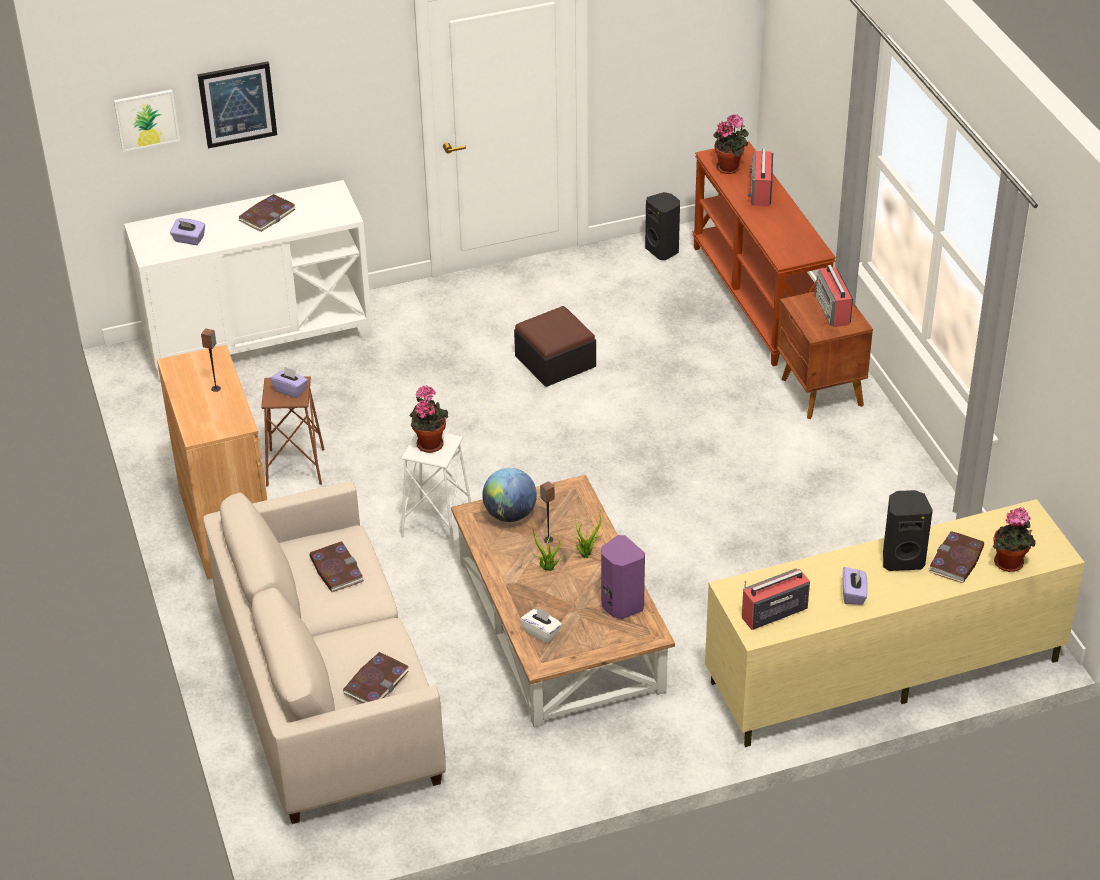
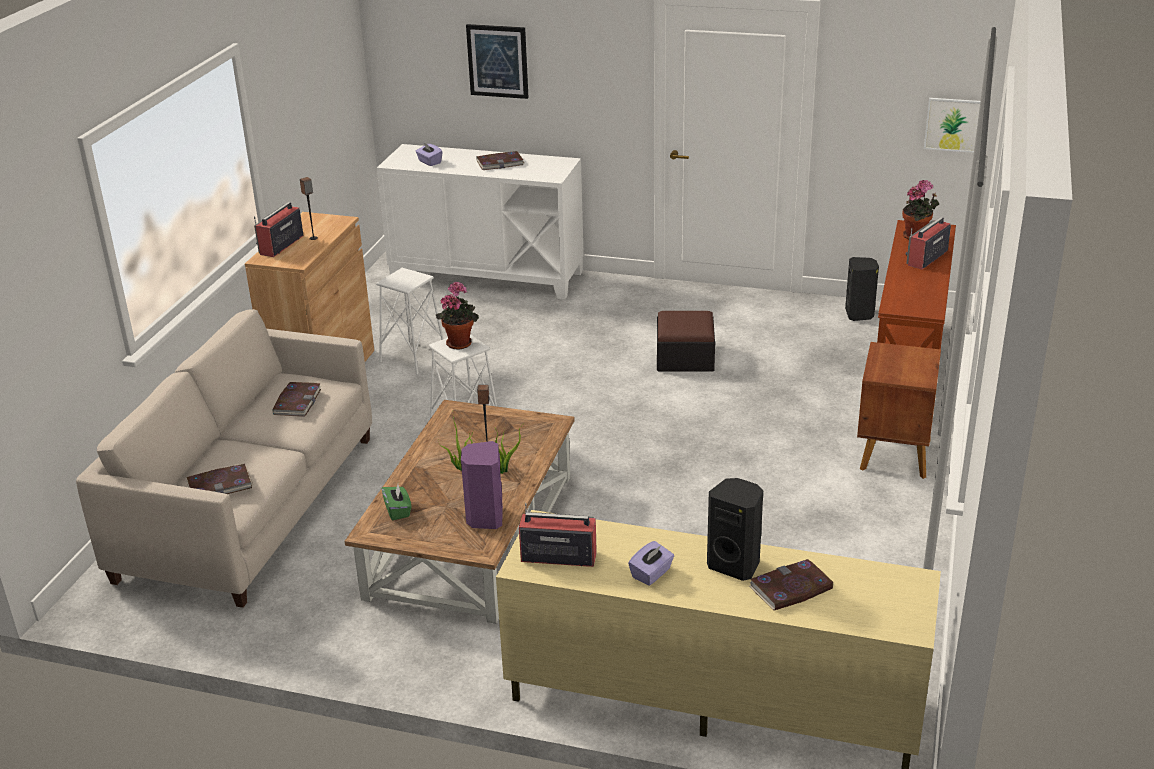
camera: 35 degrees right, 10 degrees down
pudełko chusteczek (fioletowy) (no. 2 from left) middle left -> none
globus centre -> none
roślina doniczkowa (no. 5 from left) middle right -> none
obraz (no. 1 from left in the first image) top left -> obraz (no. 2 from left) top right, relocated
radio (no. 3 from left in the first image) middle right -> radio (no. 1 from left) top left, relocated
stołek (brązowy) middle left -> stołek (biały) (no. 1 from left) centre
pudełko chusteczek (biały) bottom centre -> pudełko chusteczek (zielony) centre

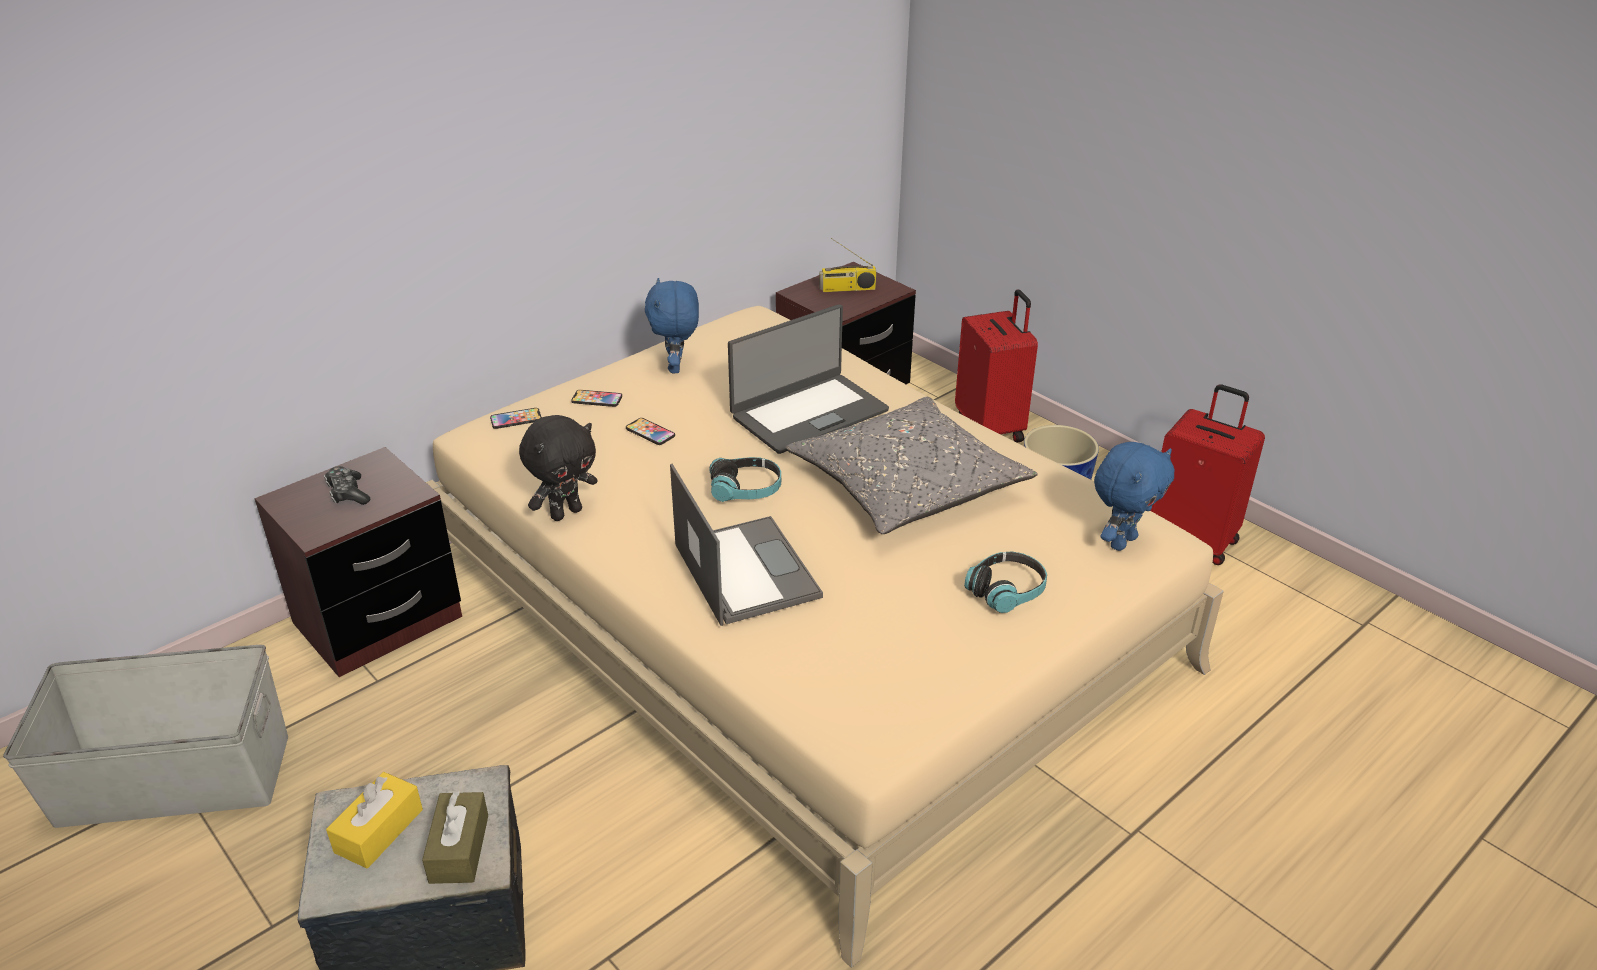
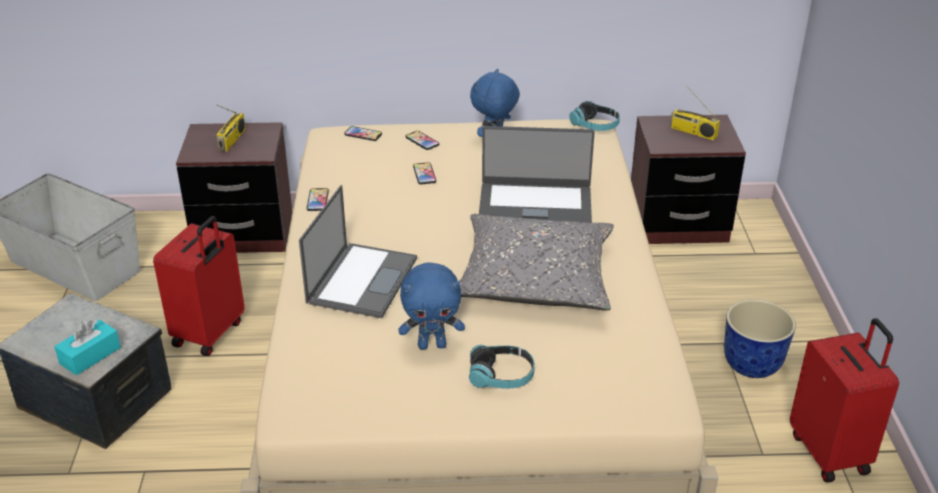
camera: 40 degrees right, 0 degrees up
pudełko chusteczek (żółty) bottom left -> none
słuchawki (no. 1 from left in the first image) centre -> słuchawki (no. 2 from left) top centre, relocated
walizka (czerwony) (no. 1 from left) centre -> walizka (czerwony) (no. 1 from left) middle left, relocated
pluszak (niebieski) (no. 2 from left in the first image) middle right -> pluszak (niebieski) (no. 1 from left) centre, relocated
pad do gier middle left -> radio (no. 1 from left) top left
pluszak (czarny) centre -> telefon (no. 1 from left) centre
pudełko chusteczek (brązowy) bottom left -> pudełko chusteczek (turkusowy) bottom left

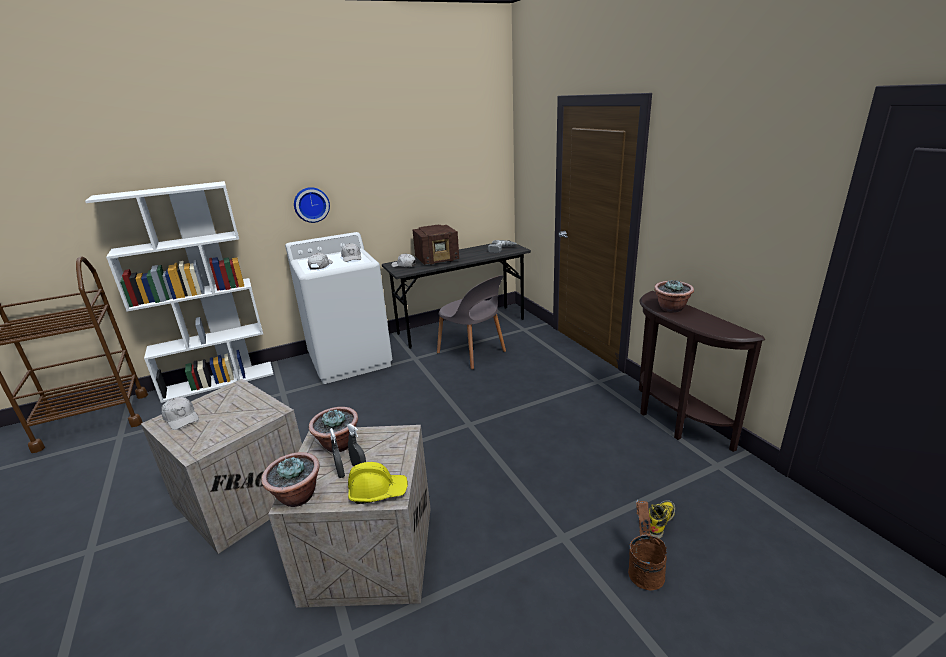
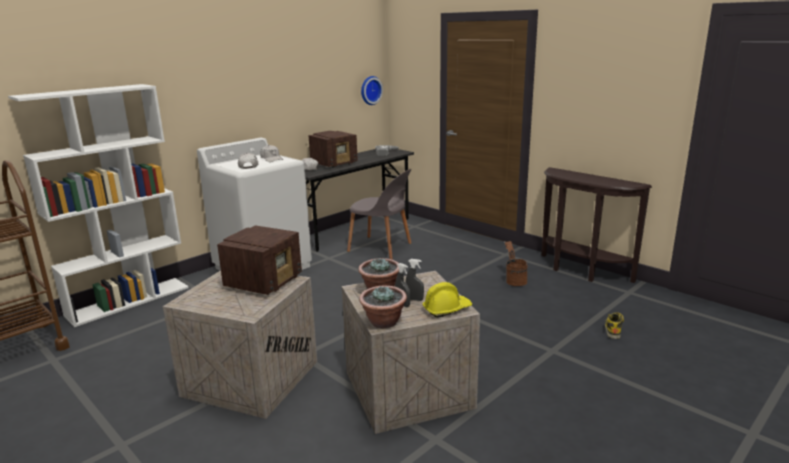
camera: 20 degrees left, 5 degrees down
czapka z daszkiem (biały) (no. 1 from left) middle left -> none
roślina doniczkowa (no. 3 from left) middle right -> none
none -> radio (no. 1 from left) middle left
zegar ścienny top left -> zegar ścienny top centre, relocated
wiadro (brązowy) bottom right -> wiadro (brązowy) centre, relocated

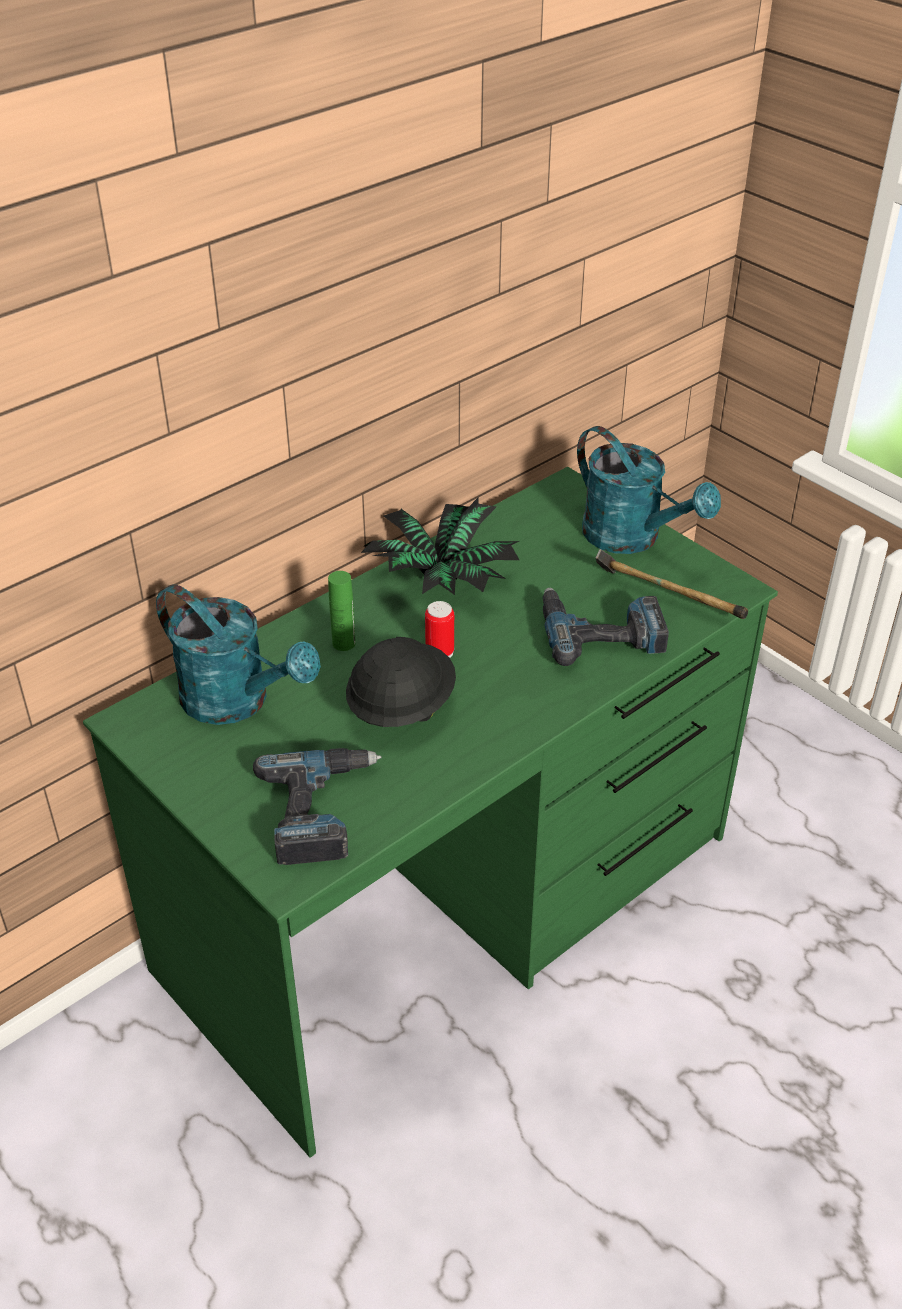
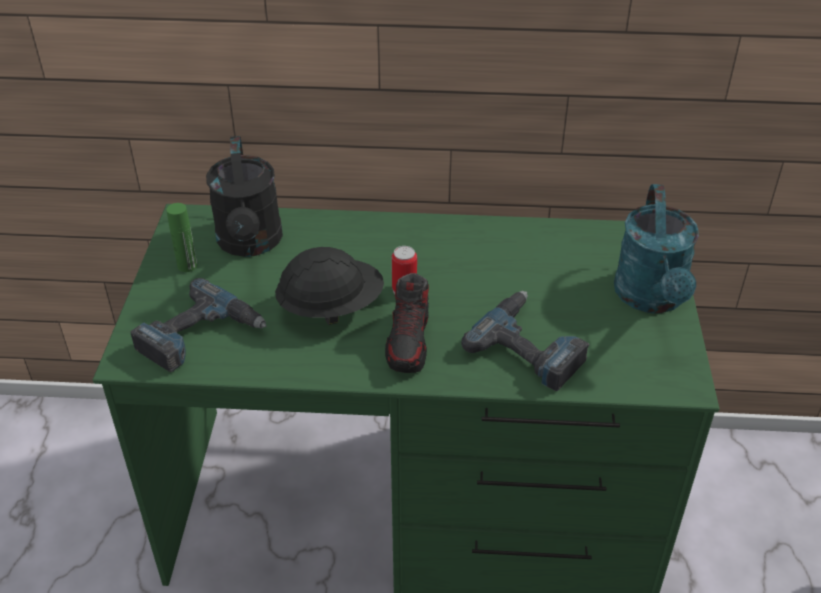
camera: 45 degrees right, 0 degrees up
roślina doniczkowa centre -> none
młotek middle right -> none
none -> but centre
butelka (zielony) centre -> butelka (zielony) middle left, relocated
konewka (turkusowy) (no. 1 from left) middle left -> konewka (czarny) top left

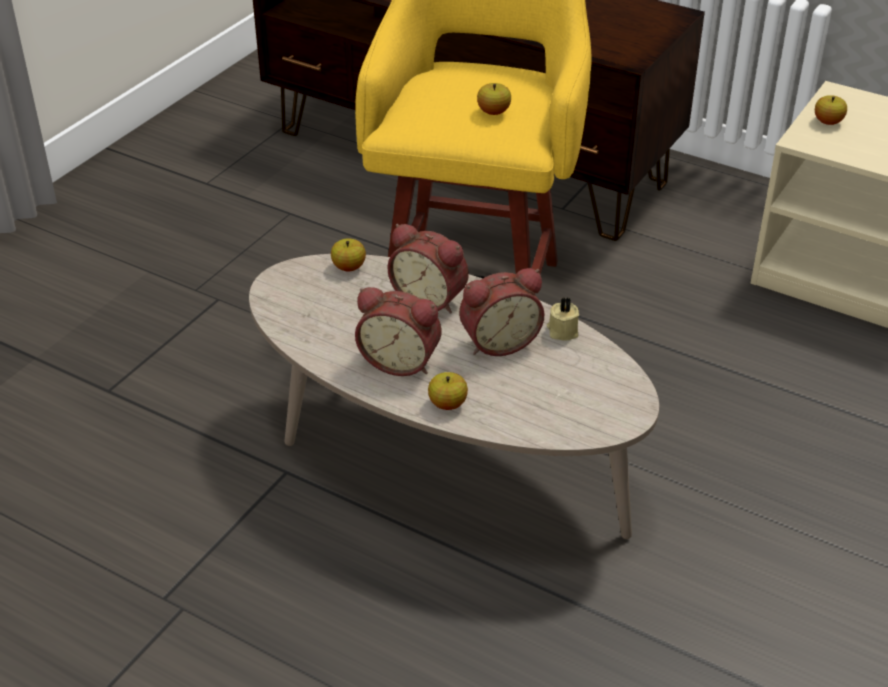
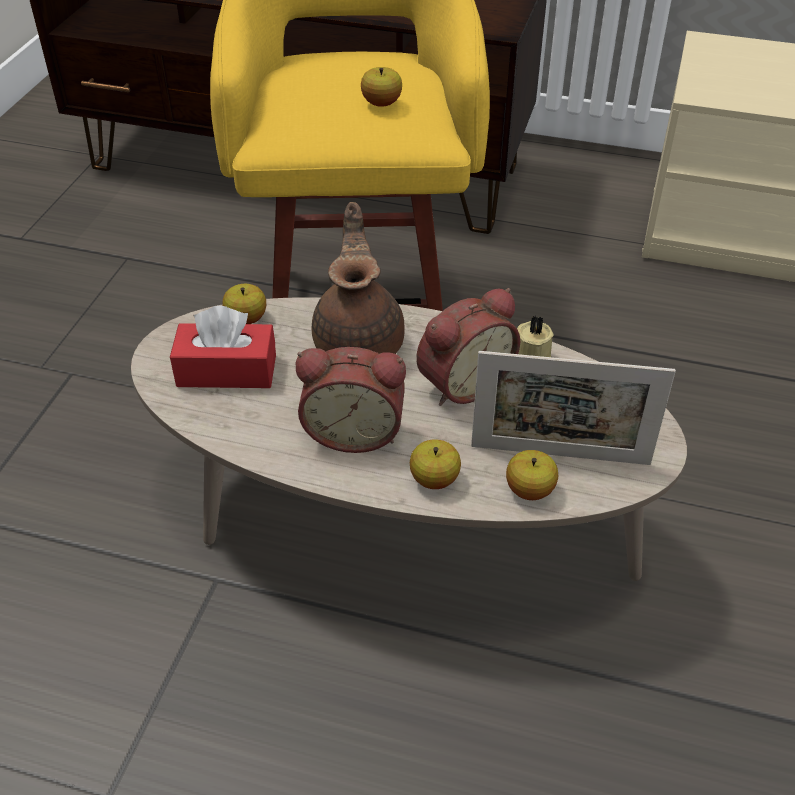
camera: 15 degrees left, 5 degrees up
none -> pudełko chusteczek (czerwony) middle left
none -> ramka na zdjęcie middle right
jabłko (no. 4 from left) top right -> jabłko (no. 4 from left) middle right, relocated
budzik (no. 2 from left) centre -> imbryk (brązowy) centre

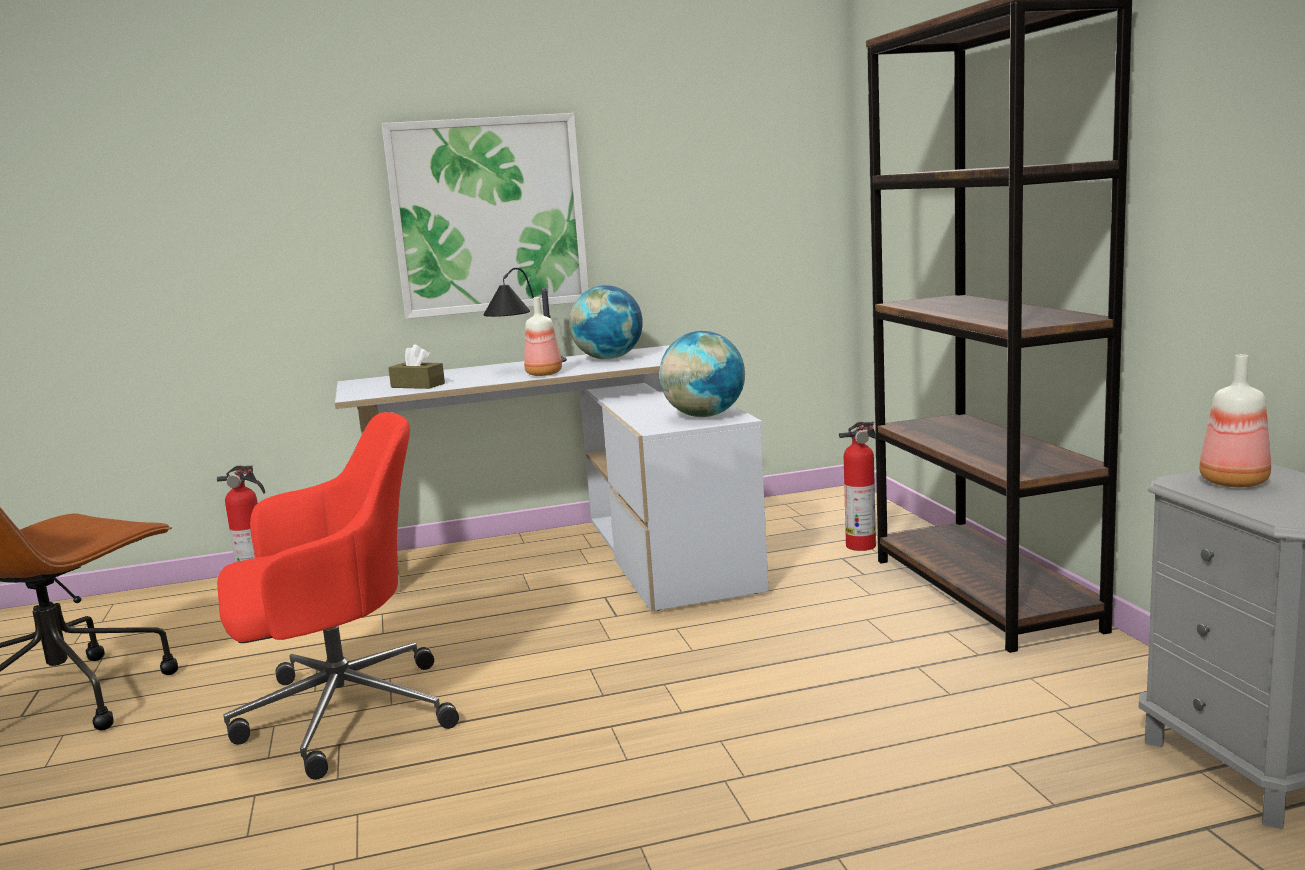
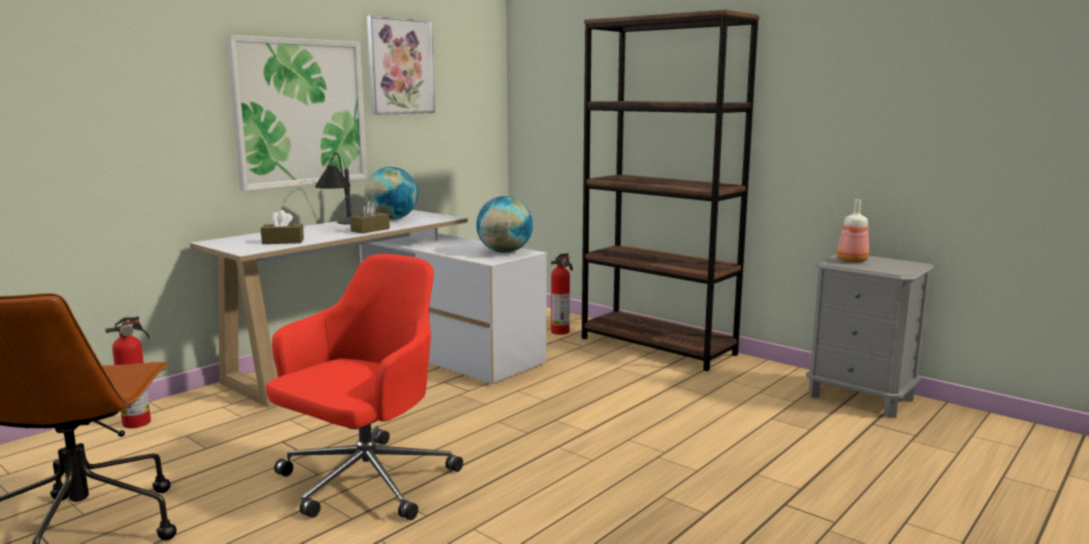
camera: 35 degrees left, 0 degrees up
none -> obraz (no. 2 from left) top centre
butelka (no. 1 from left) centre -> pudełko chusteczek (brązowy) (no. 2 from left) centre

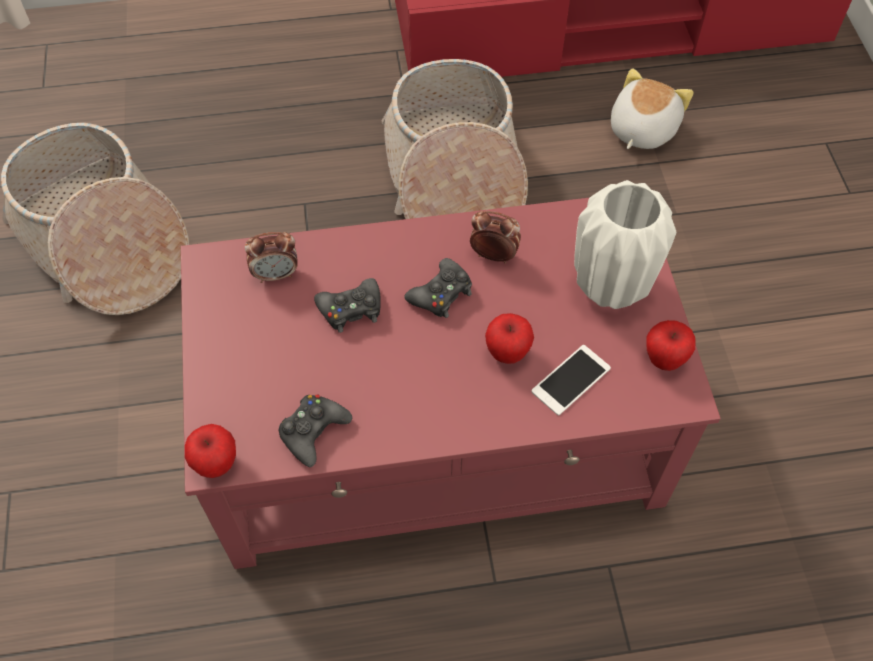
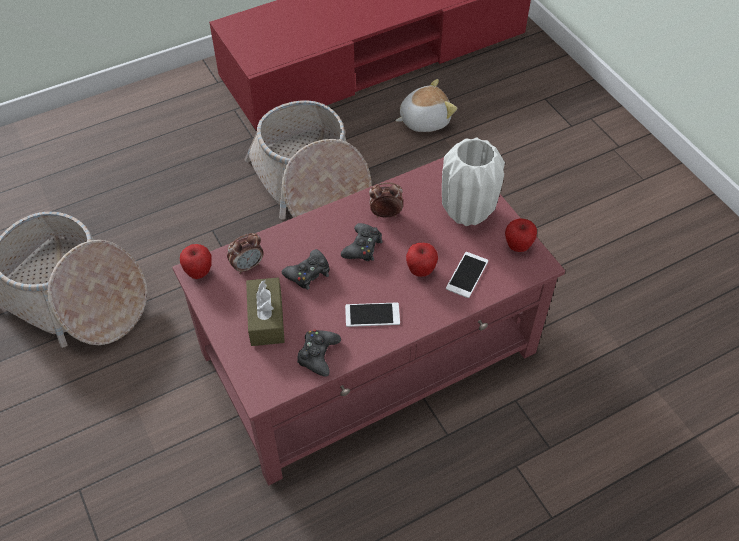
camera: 20 degrees left, 5 degrees down
none -> pudełko chusteczek (brązowy) centre
none -> telefon (no. 1 from left) centre
jabłko (no. 1 from left) bottom left -> jabłko (no. 1 from left) middle left, relocated
pluszak top right -> pluszak top centre, 60 degrees clockwise

